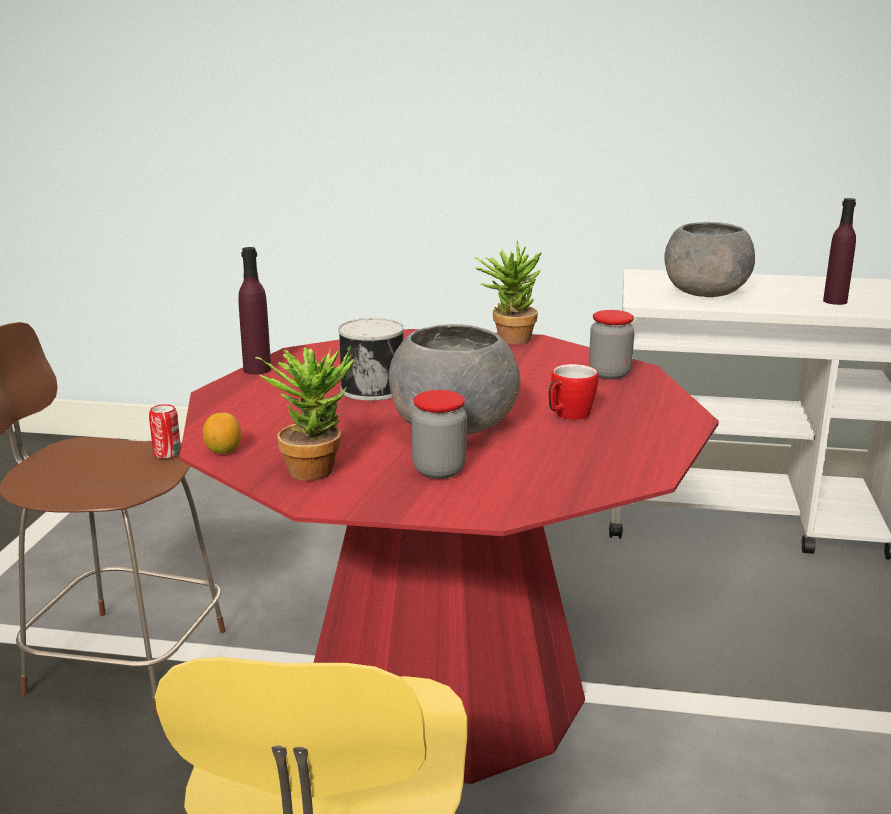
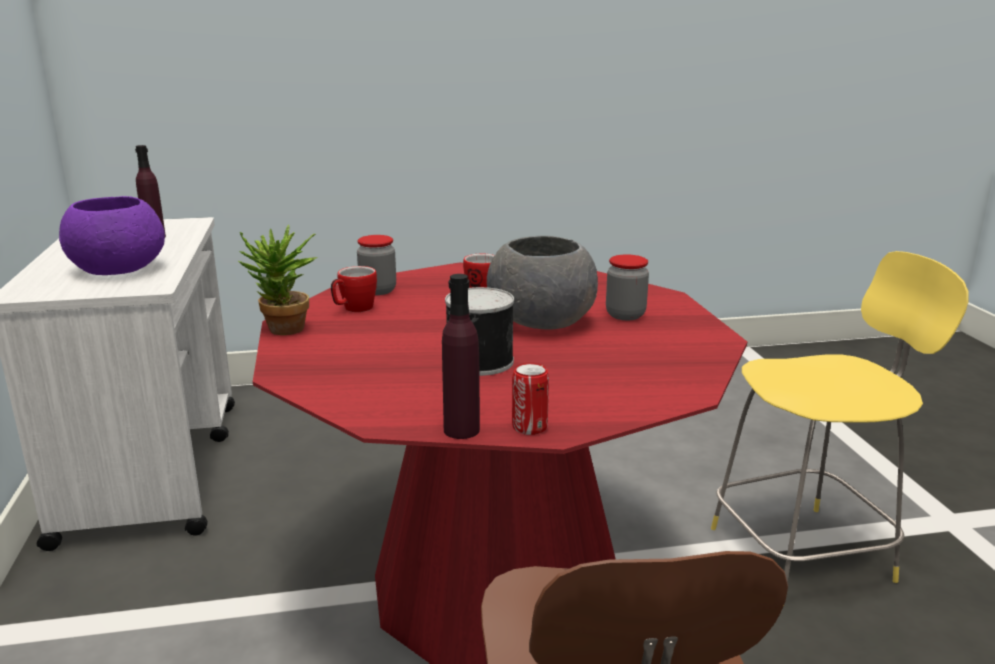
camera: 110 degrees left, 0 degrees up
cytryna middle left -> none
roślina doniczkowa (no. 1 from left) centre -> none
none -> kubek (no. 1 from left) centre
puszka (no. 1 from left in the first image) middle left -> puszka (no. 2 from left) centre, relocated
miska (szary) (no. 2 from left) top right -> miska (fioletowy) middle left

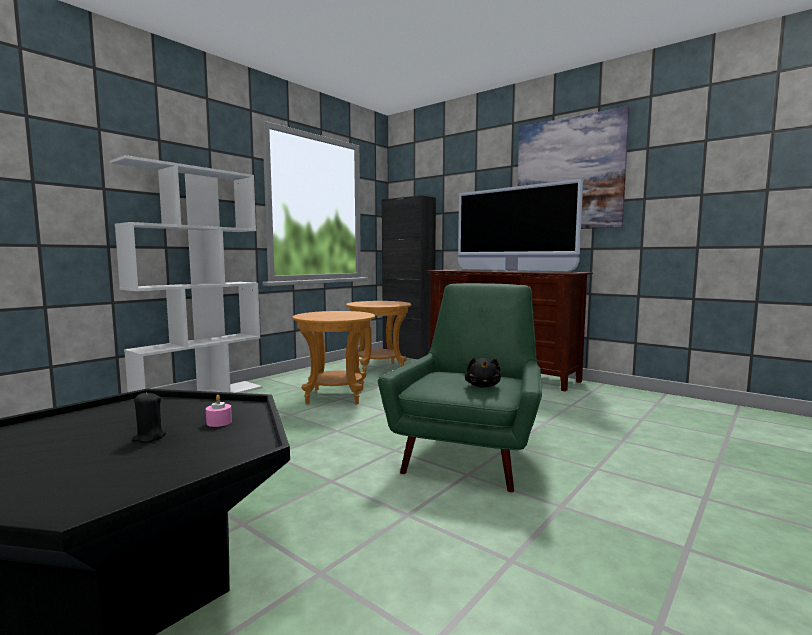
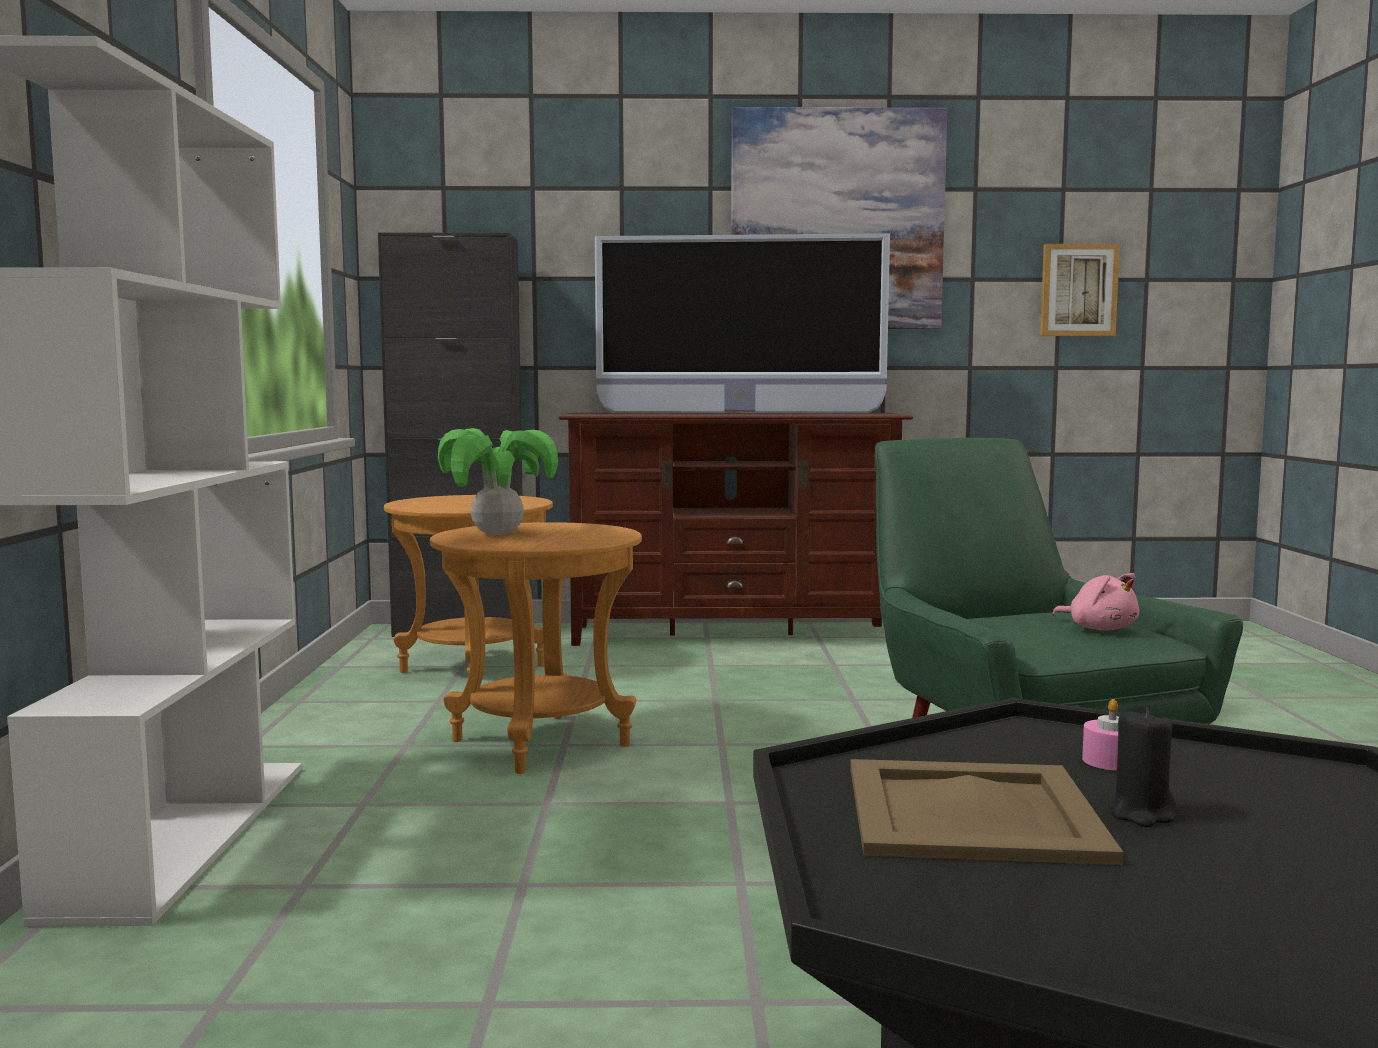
camera: 40 degrees left, 0 degrees up
none -> roślina doniczkowa centre
none -> taca (beżowy) bottom right
none -> obraz (no. 2 from left) top right
pluszak (czarny) centre -> pluszak (różowy) middle right

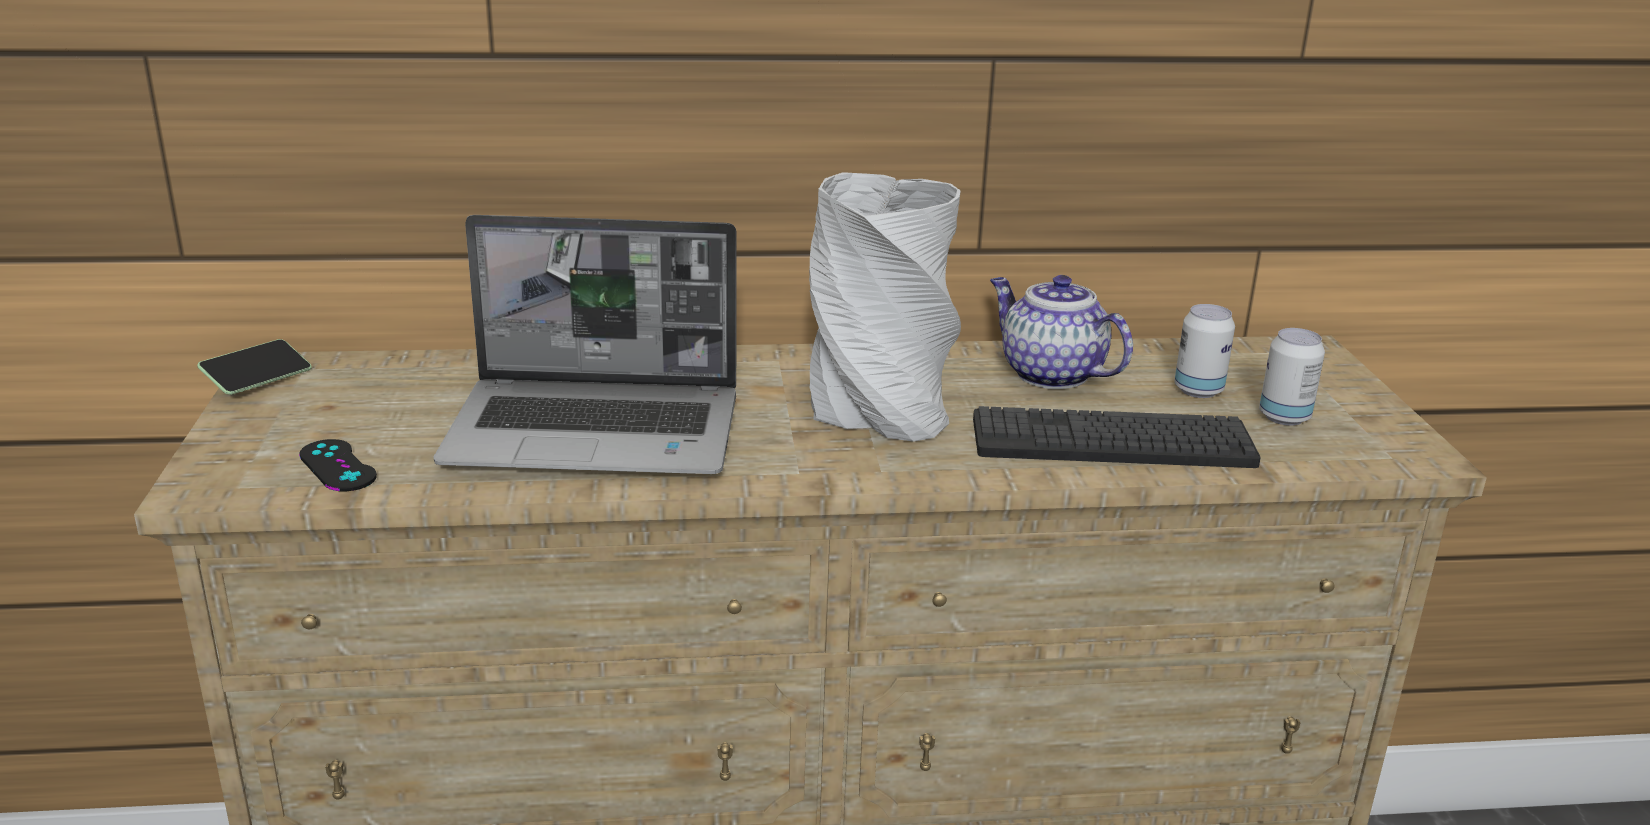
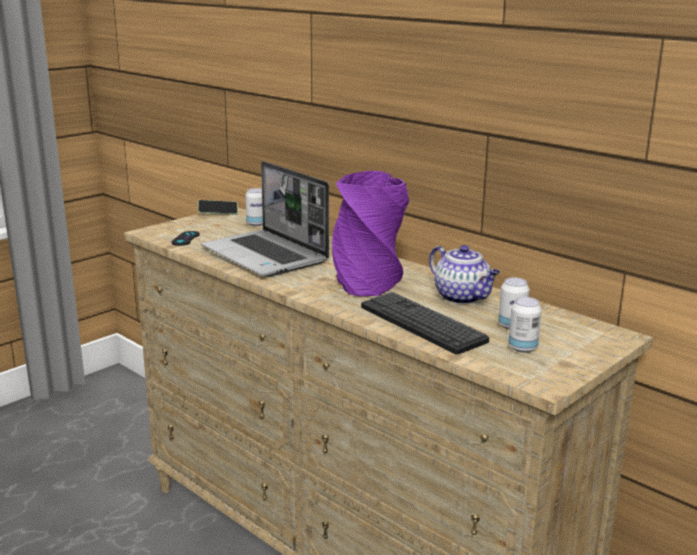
camera: 50 degrees right, 5 degrees down
none -> puszka (no. 1 from left) centre
wazon (szary) centre -> wazon (fioletowy) centre
imbryk centre, 135 degrees clockwise

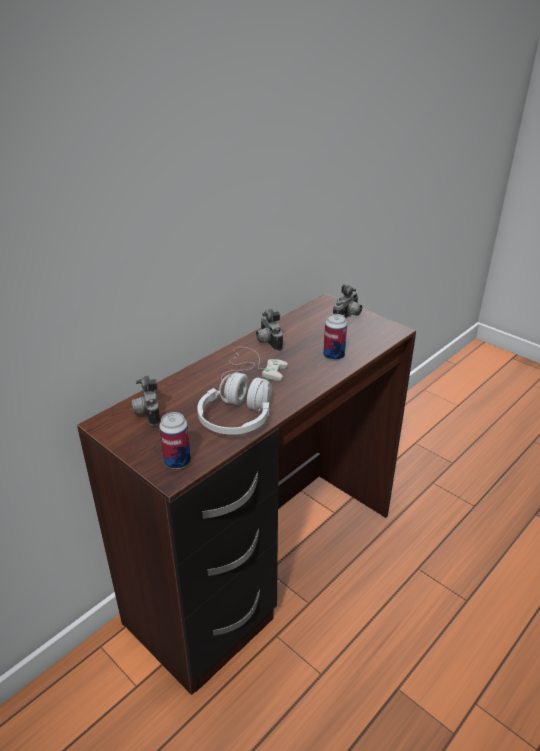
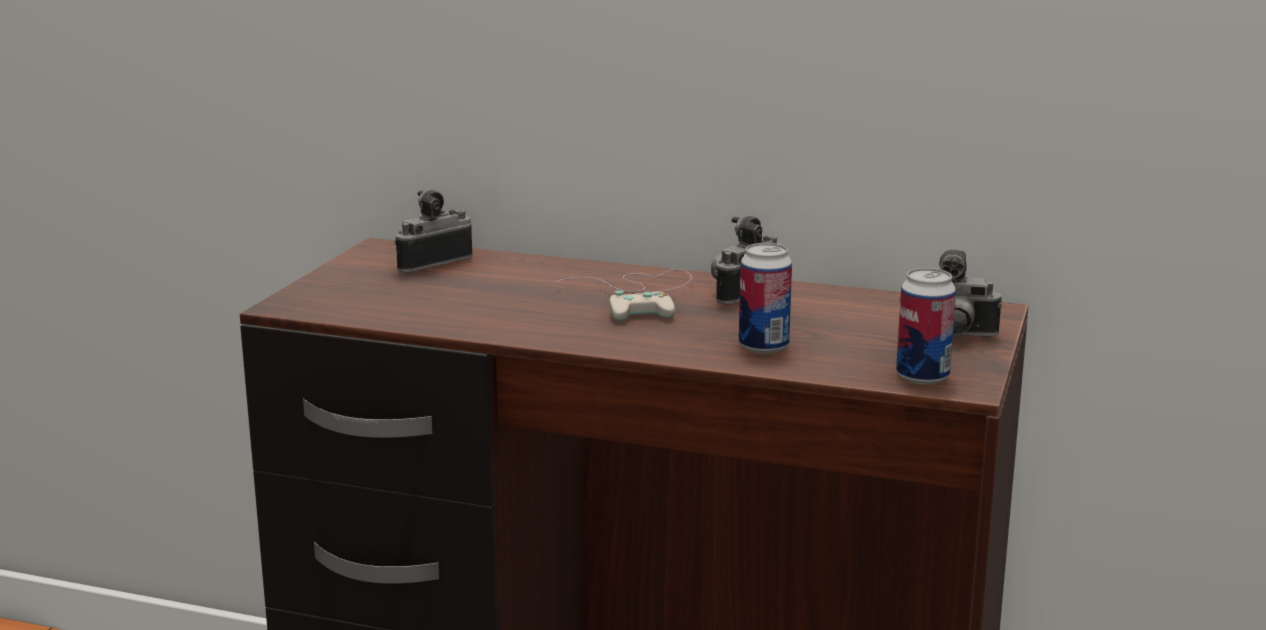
camera: 65 degrees right, 15 degrees down
słuchawki (biały) centre -> none
puszka (no. 1 from left in the first image) middle left -> puszka (no. 2 from left) middle right, relocated

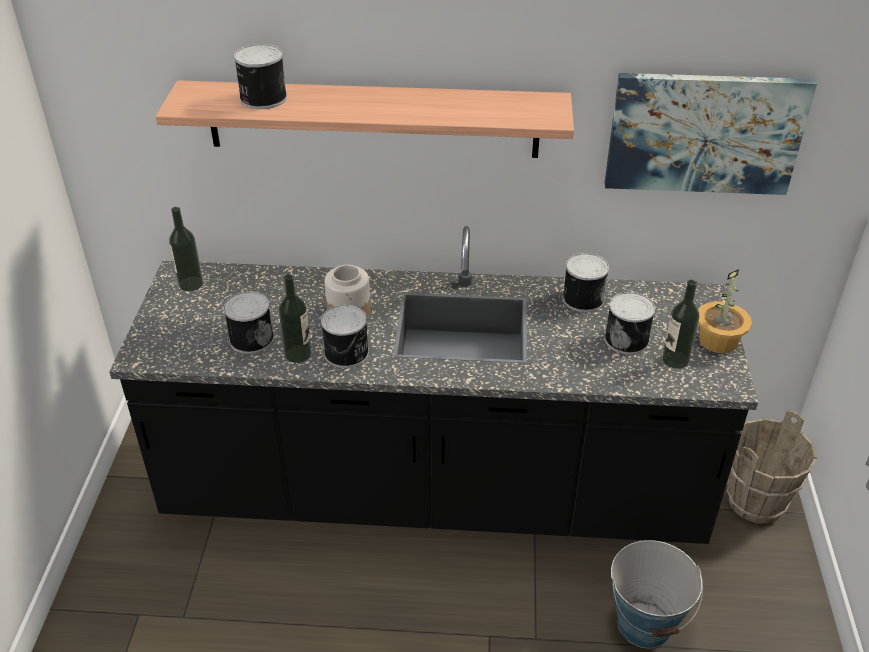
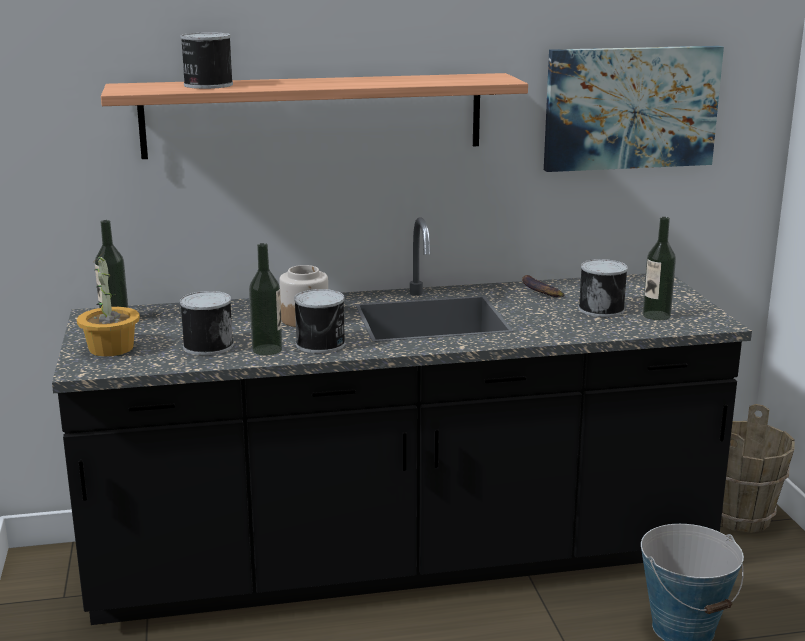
camera: 15 degrees left, 20 degrees down
roślina doniczkowa middle right -> roślina doniczkowa middle left, relocated
puszka (no. 4 from left) middle right -> banan middle right

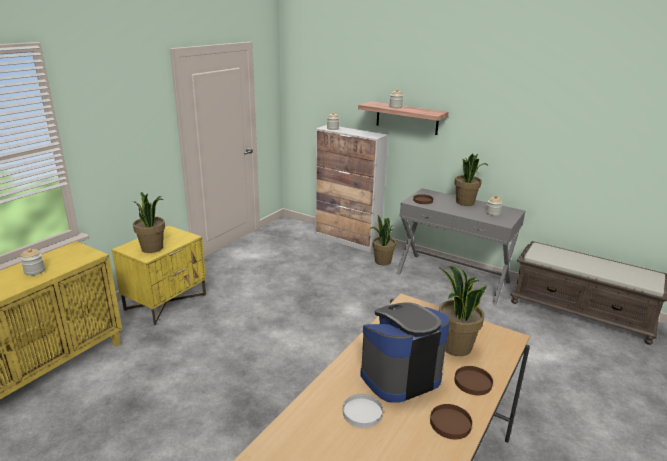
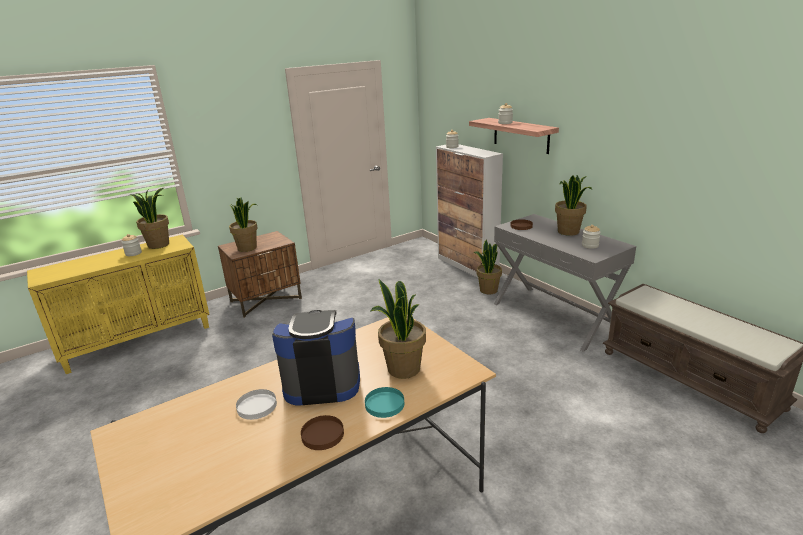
camera: 25 degrees right, 0 degrees up
none -> roślina doniczkowa (no. 1 from left) middle left
szafka nocna (żółty) middle left -> szafka nocna (brązowy) middle left
talerz (brązowy) (no. 3 from left) bottom right -> talerz (turkusowy) bottom centre

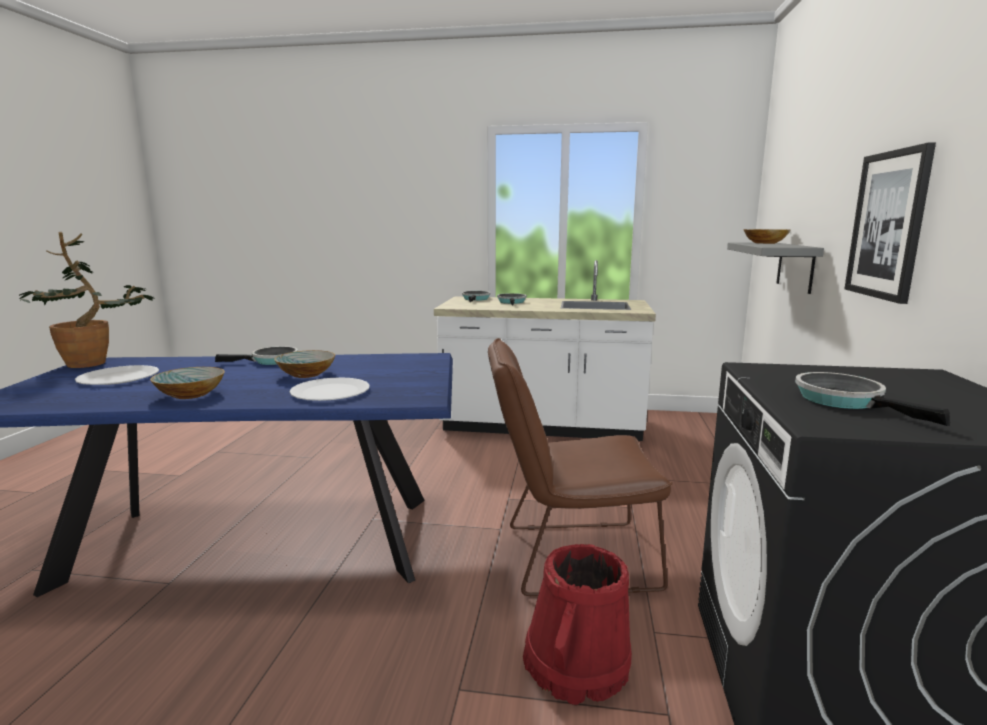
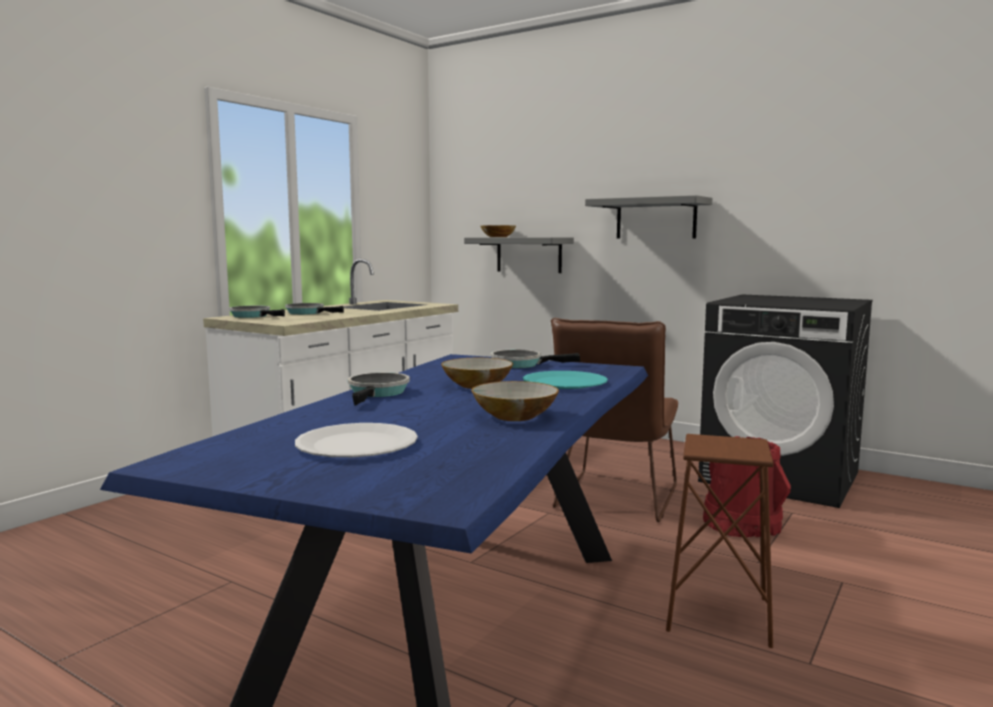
camera: 65 degrees left, 5 degrees down
roślina doniczkowa middle left -> none
none -> stołek (brązowy) bottom right
patelnia (no. 4 from left) middle right -> patelnia (no. 4 from left) centre, relocated
obraz top right -> półka (szary) (no. 2 from left) top centre
talerz (biały) (no. 2 from left) centre -> talerz (turkusowy) centre

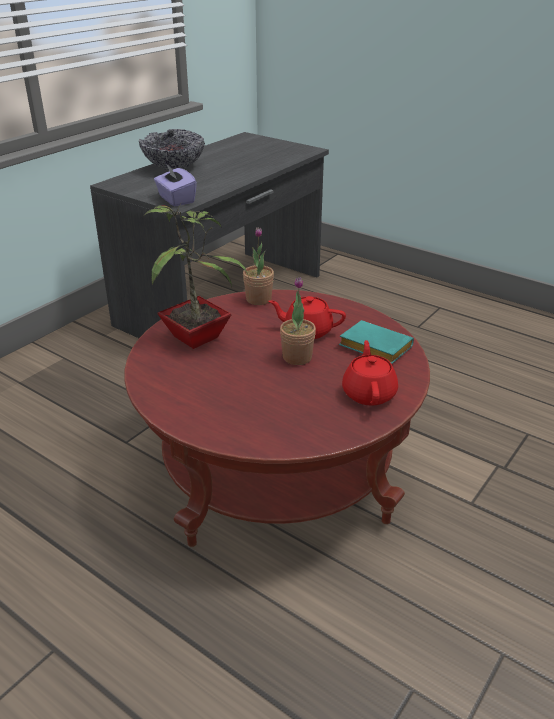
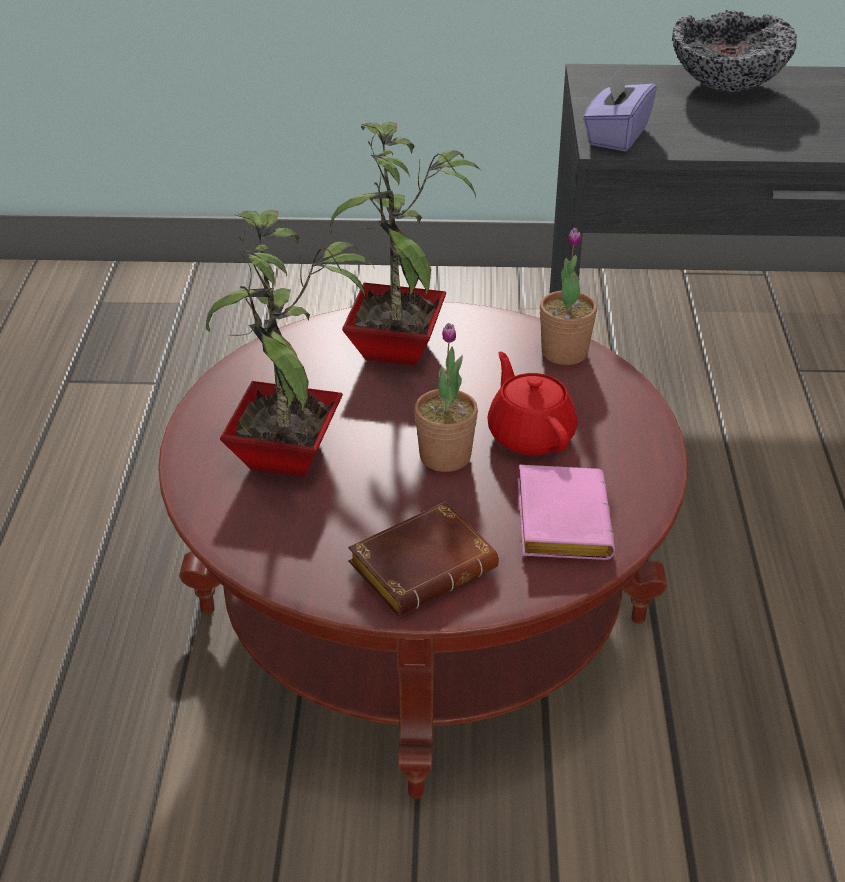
camera: 55 degrees right, 5 degrees up
none -> roślina doniczkowa (no. 1 from left) centre
imbryk (czerwony) (no. 2 from left) middle right -> książka (brązowy) centre
książka (turkusowy) middle right -> książka (różowy) middle right

